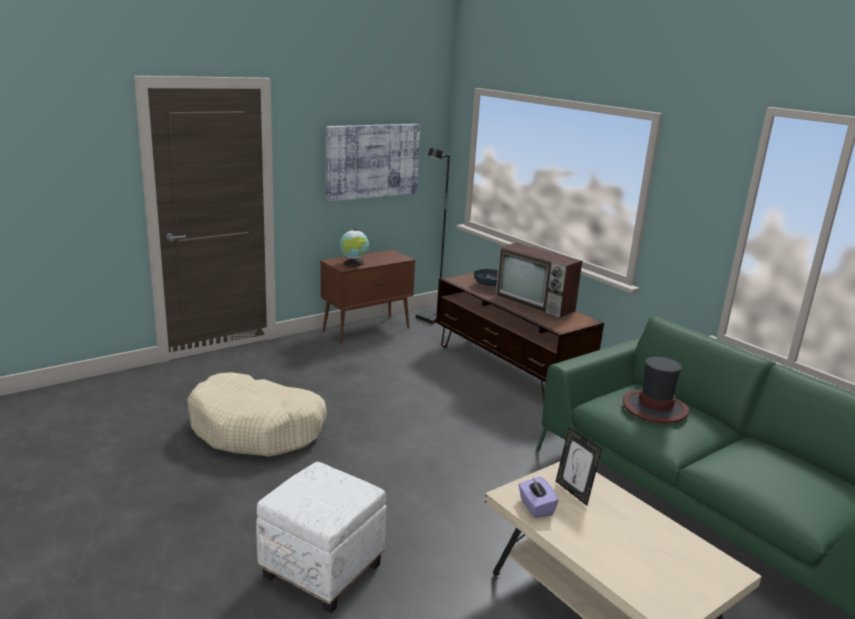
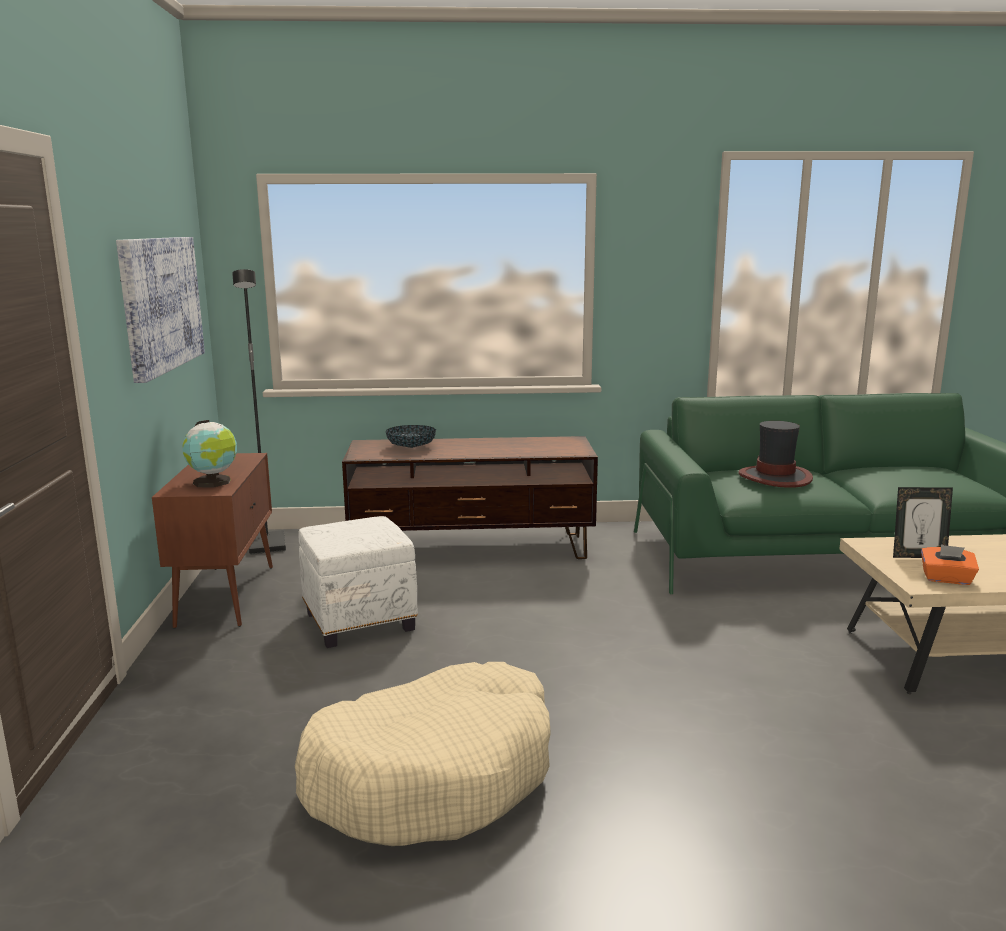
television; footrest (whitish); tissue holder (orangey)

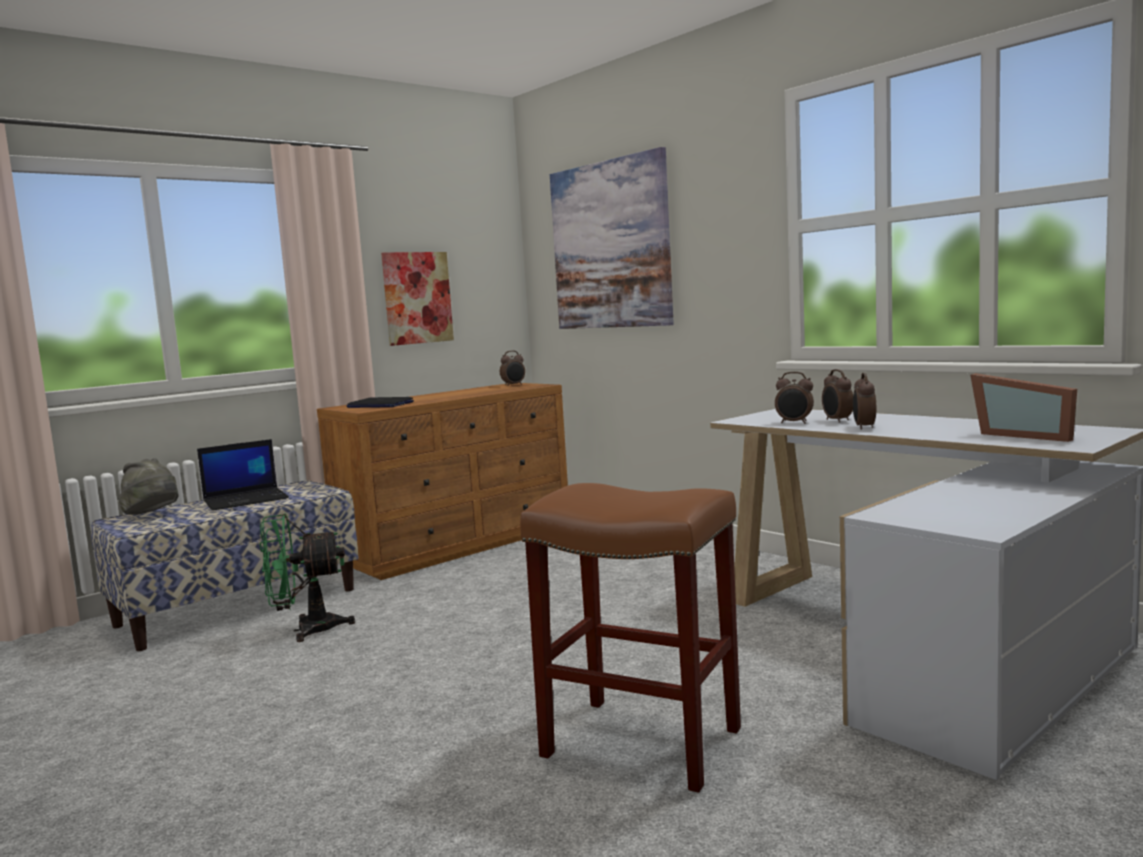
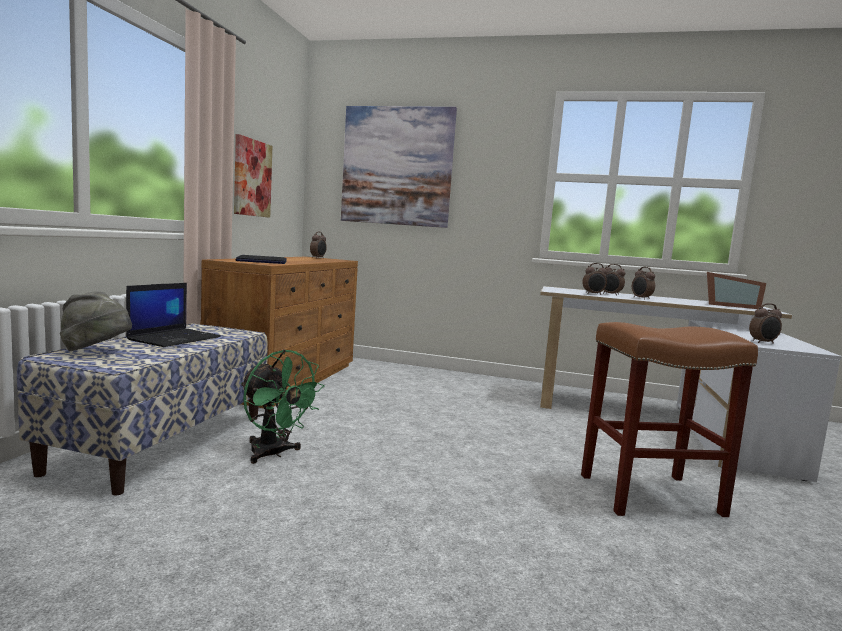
fan (green-coloured); table clock (no. 5 from left)

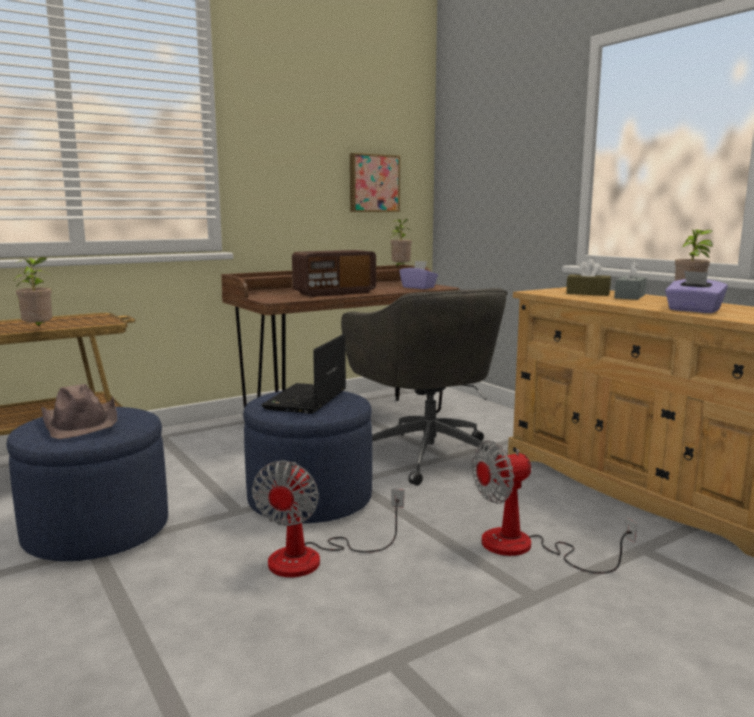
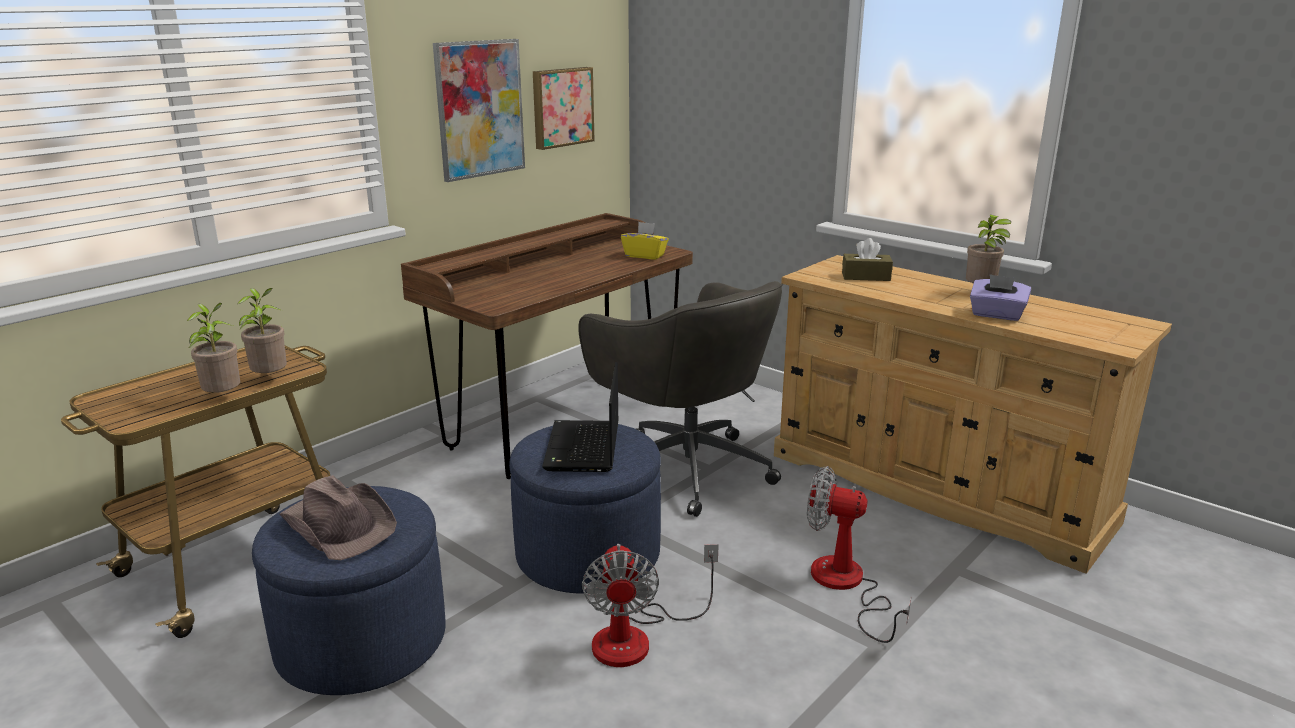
plant in a pot (no. 2 from left); radio receiver; tissue holder (yellowish); tissue holder (greyish); fan (no. 2 from left); wall picture (no. 1 from left)

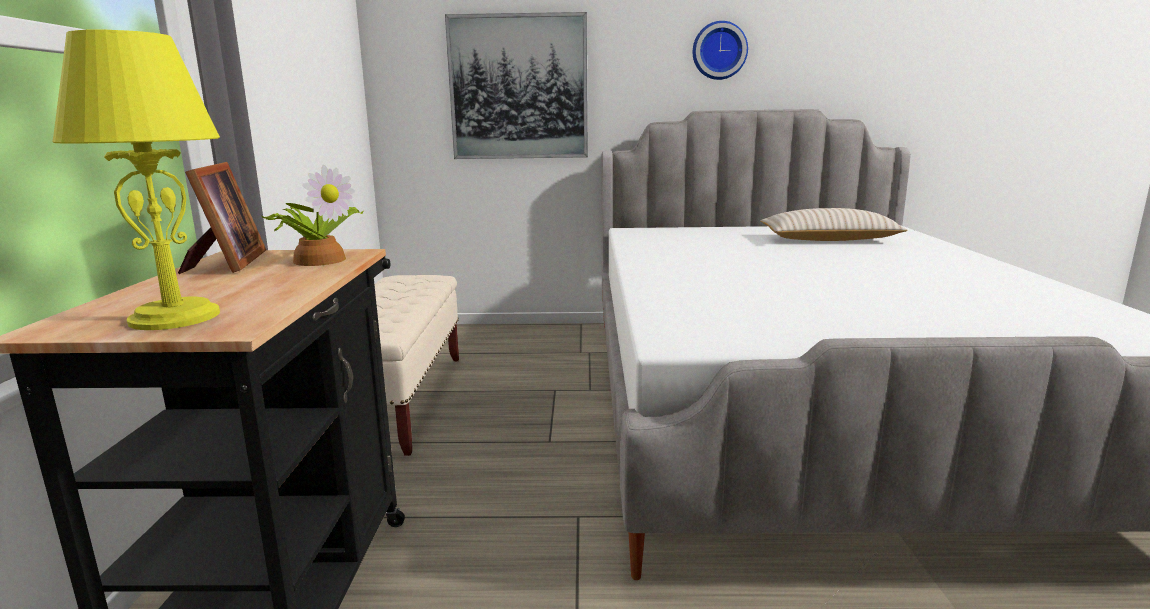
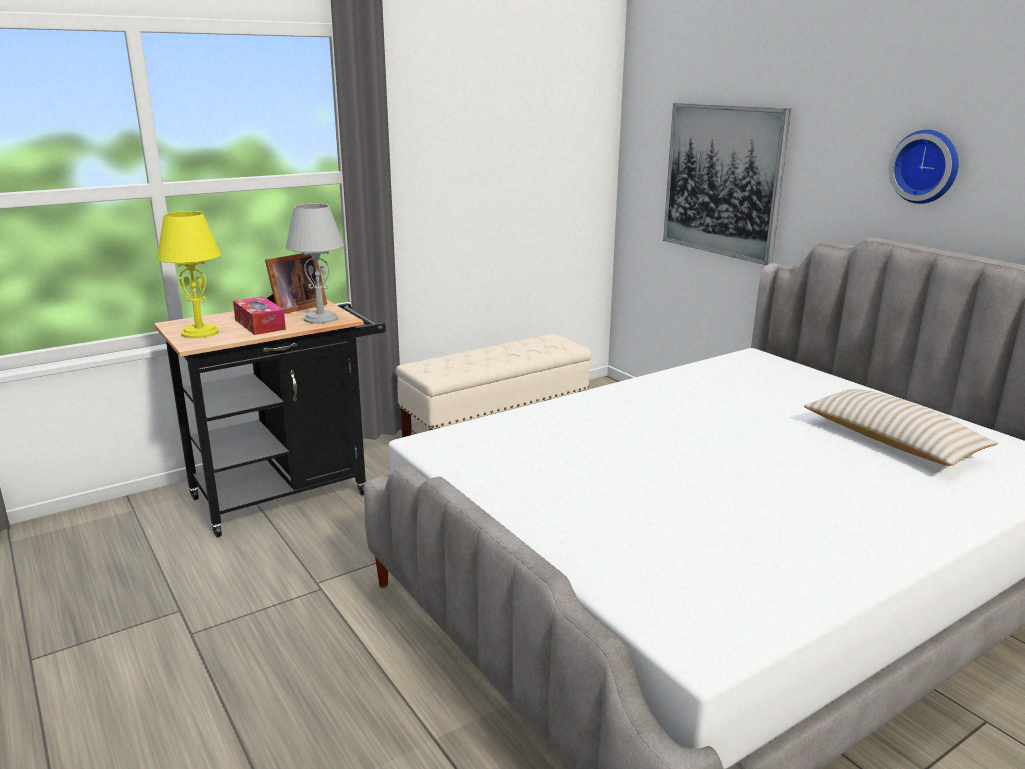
table lamp (greyish); tissue holder

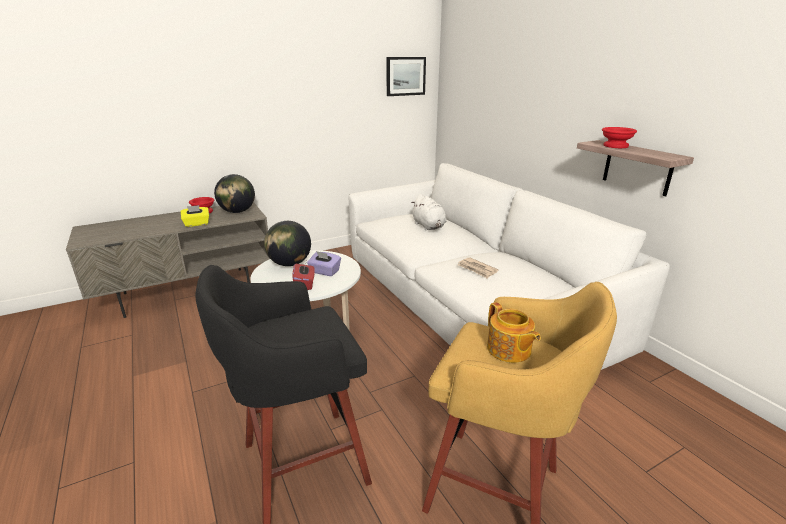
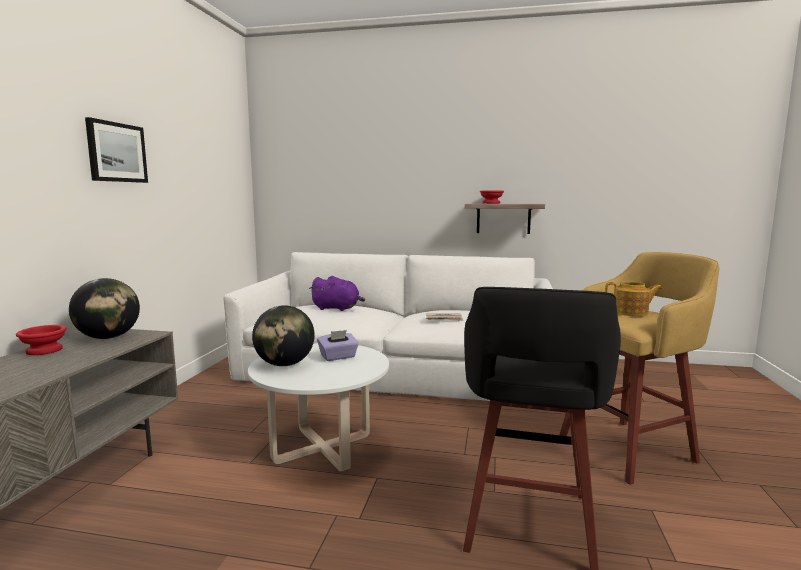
wall picture; cuddly toy (purplish); tissue holder (yellowish); tissue holder (reddish)

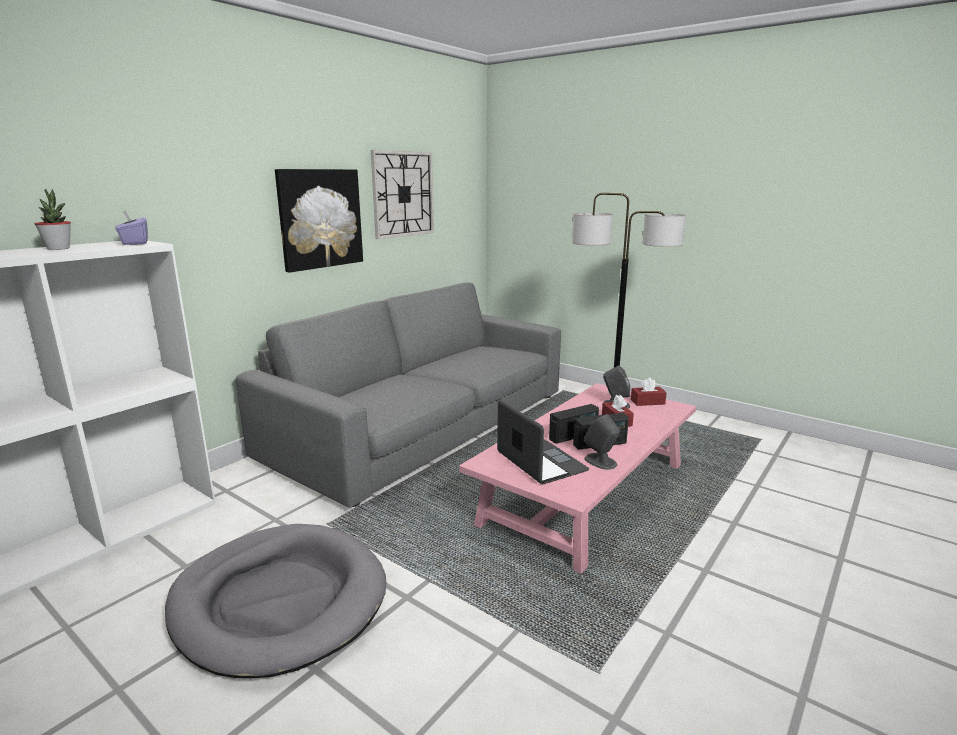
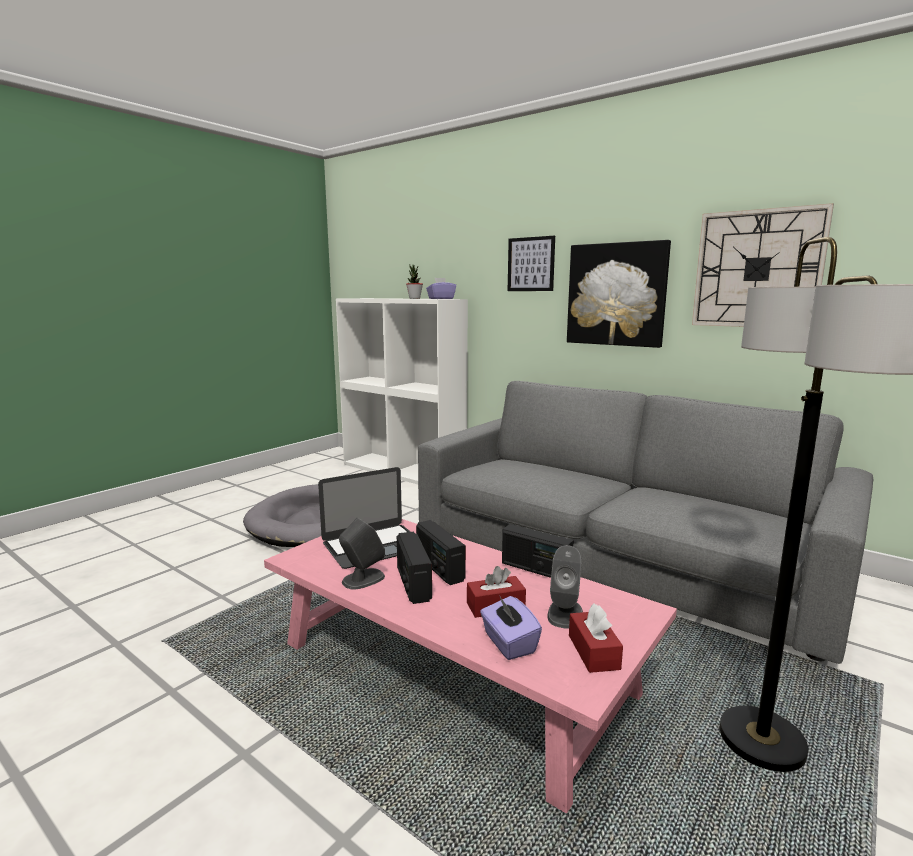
wall picture (no. 1 from left); radio receiver (no. 3 from left); tissue holder (purplish) (no. 2 from left)

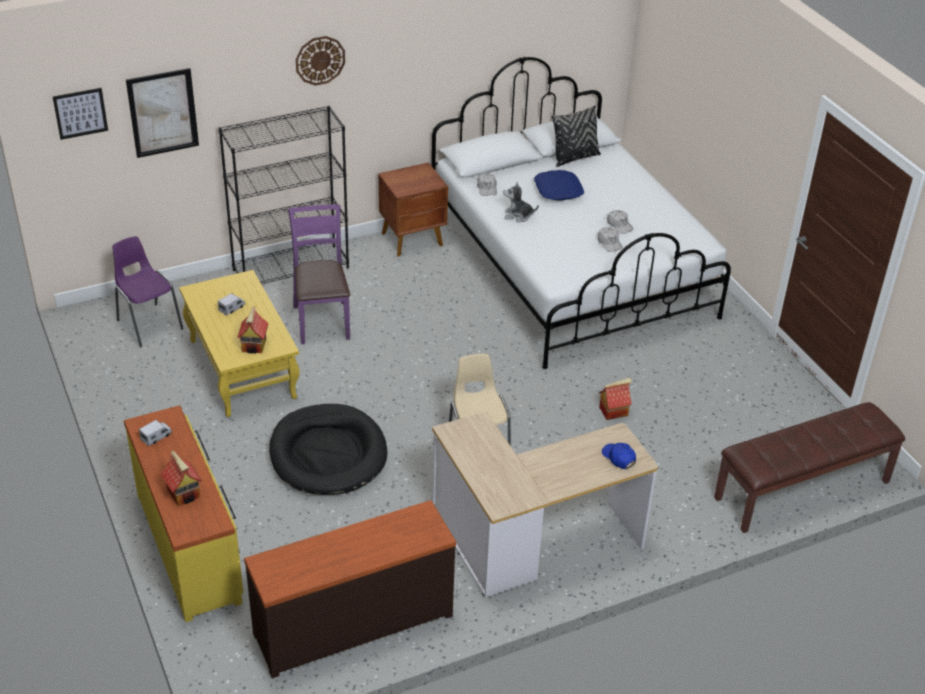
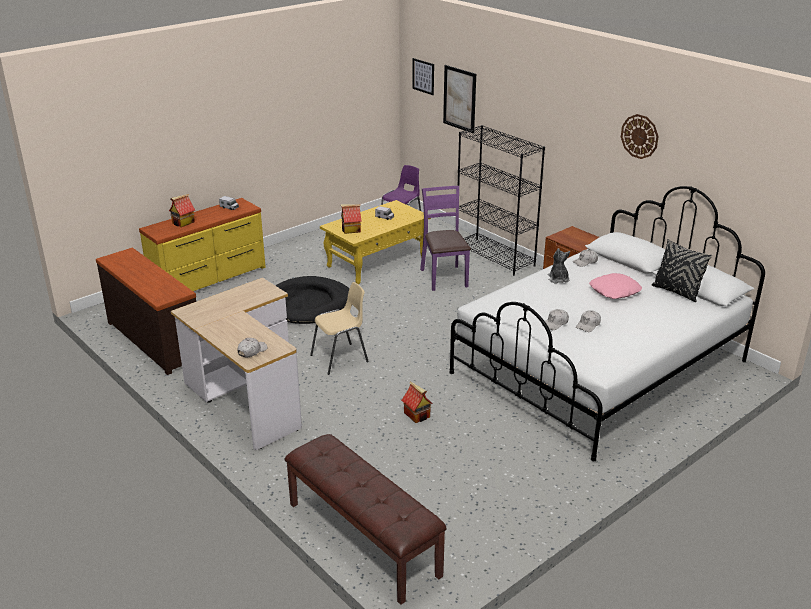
hanging clock; throw pillow (pink-coloured); plain chair (purplish) (no. 2 from left); baseball cap (whitish) (no. 1 from left)

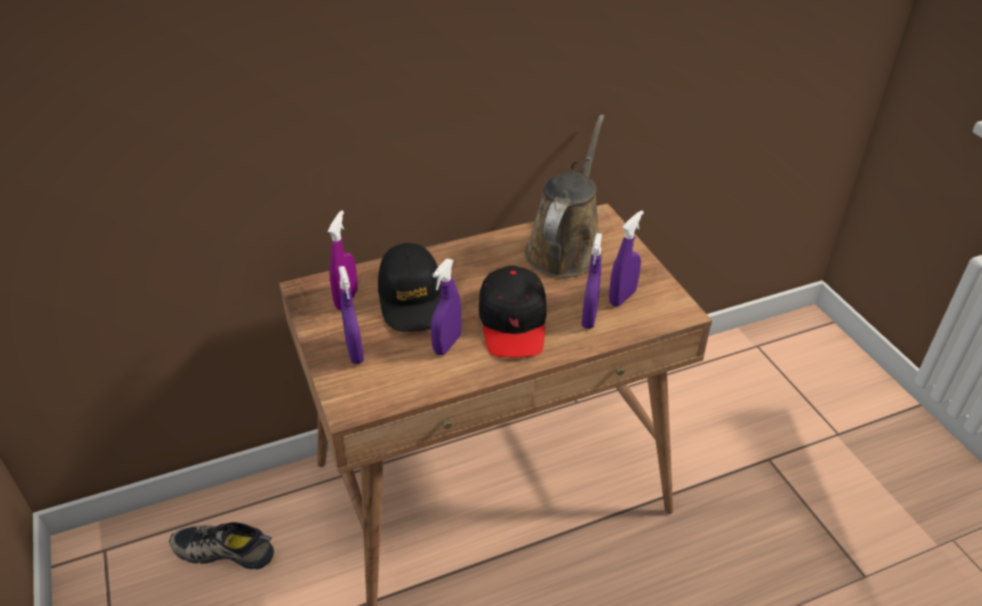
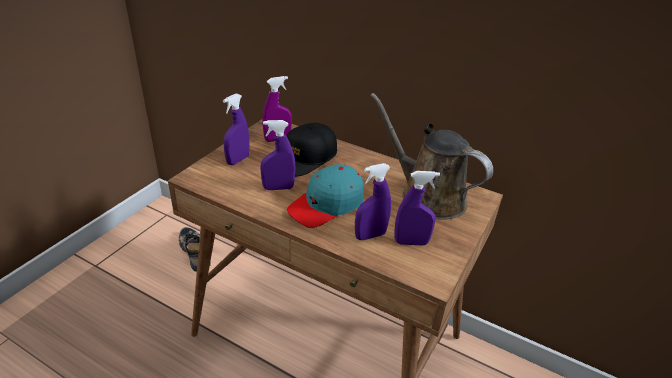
sprinkling can (brown-coloured); baseball cap (blue-green)

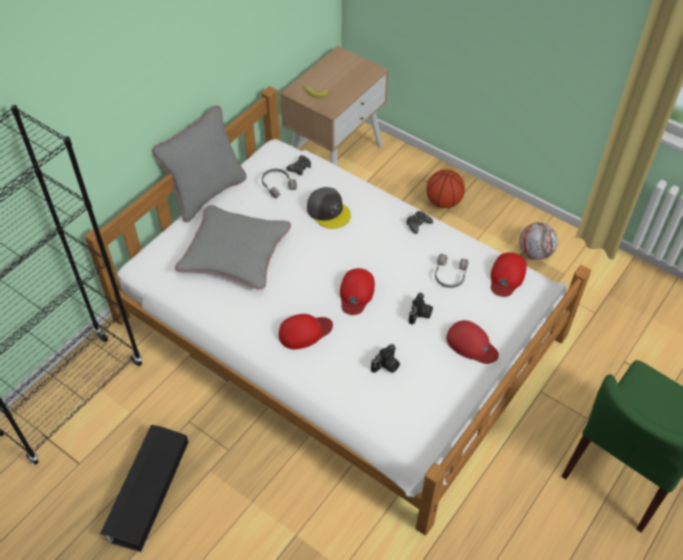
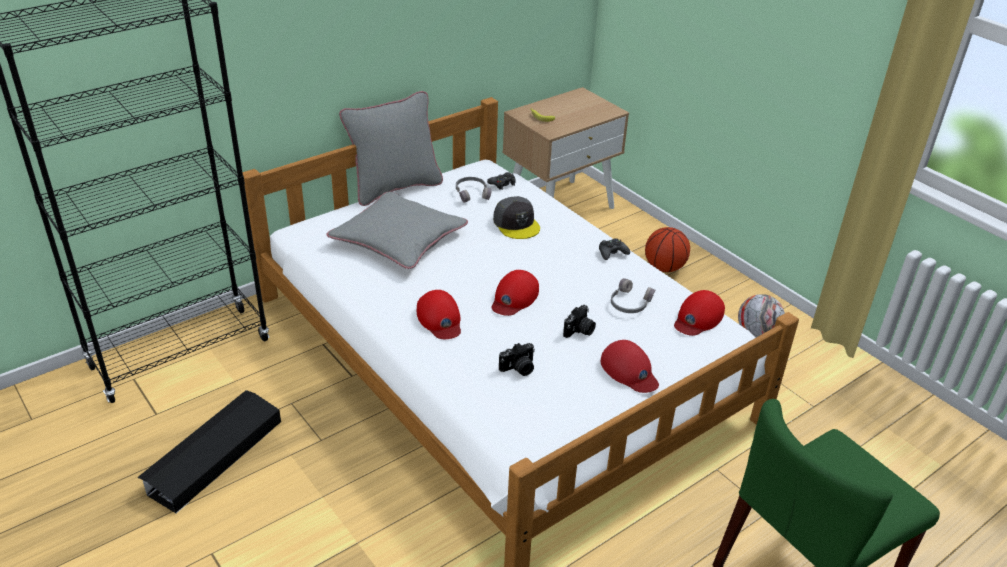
baseball cap (reddish) (no. 1 from left)

